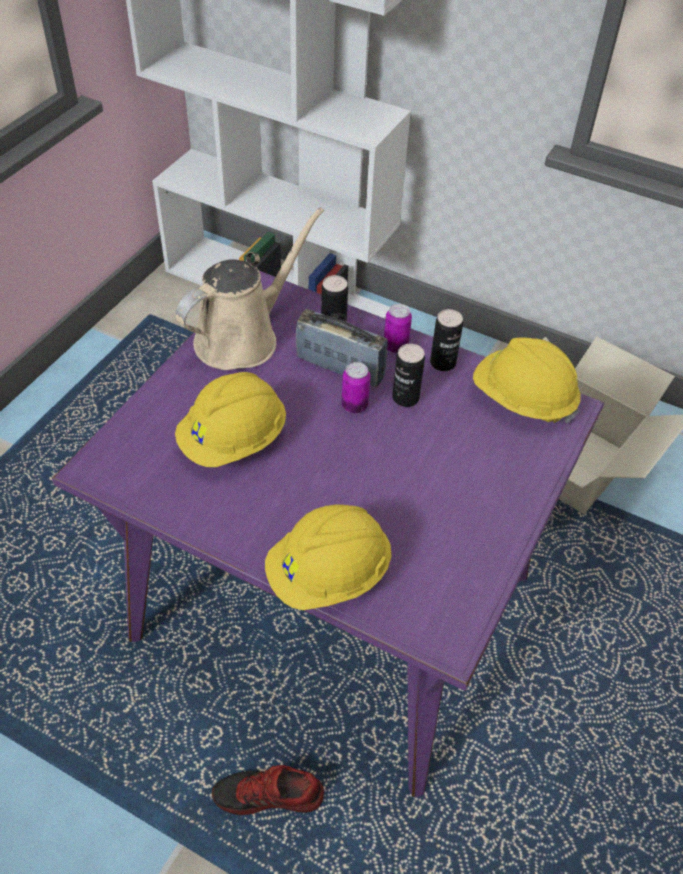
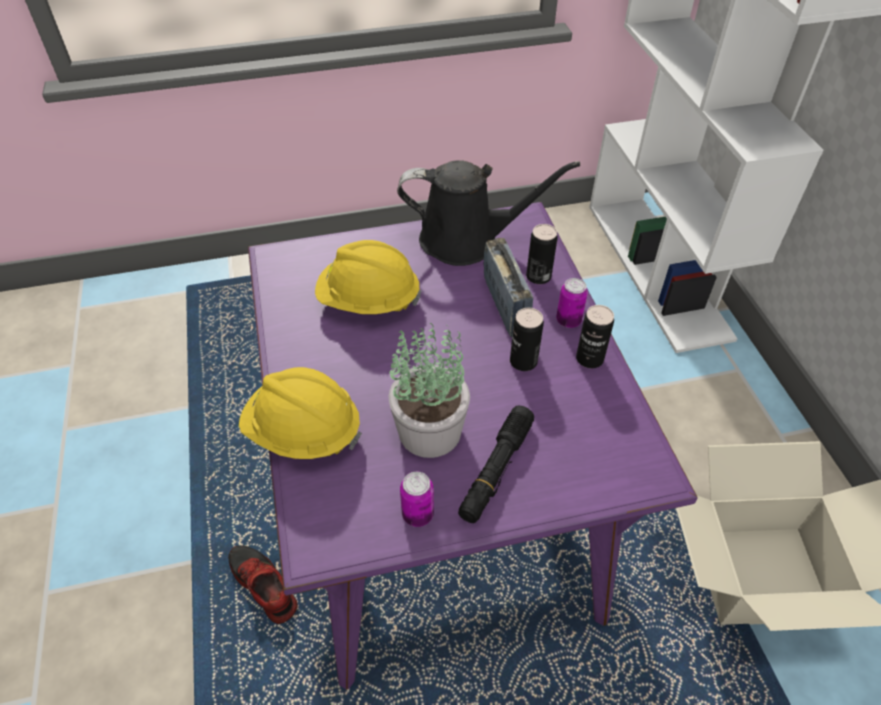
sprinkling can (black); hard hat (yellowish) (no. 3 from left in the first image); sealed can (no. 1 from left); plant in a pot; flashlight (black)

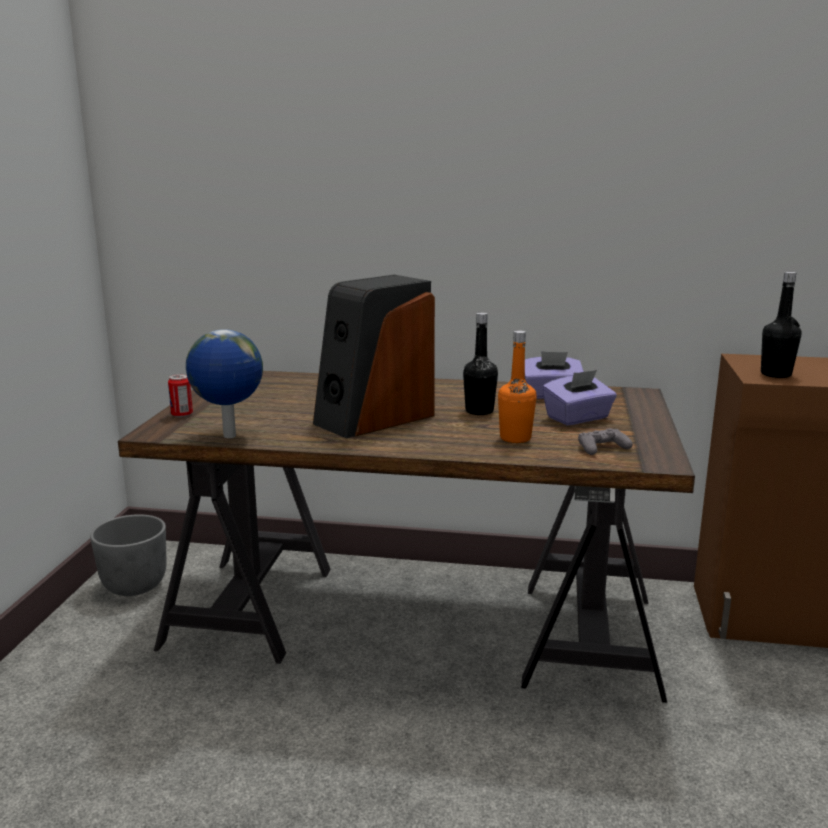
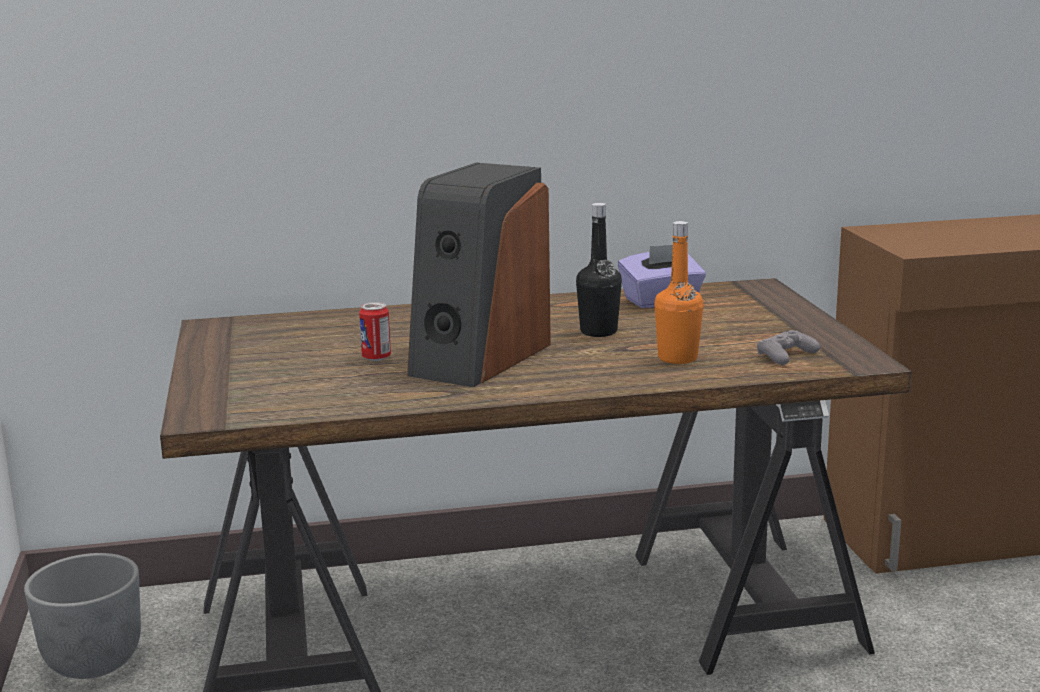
beverage bottle (black) (no. 2 from left in the first image); desk globe; tissue holder (purplish) (no. 2 from left in the first image); sealed can

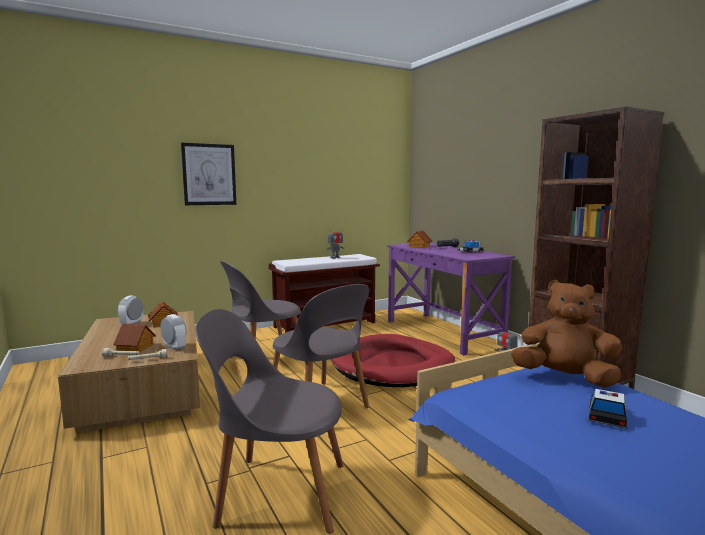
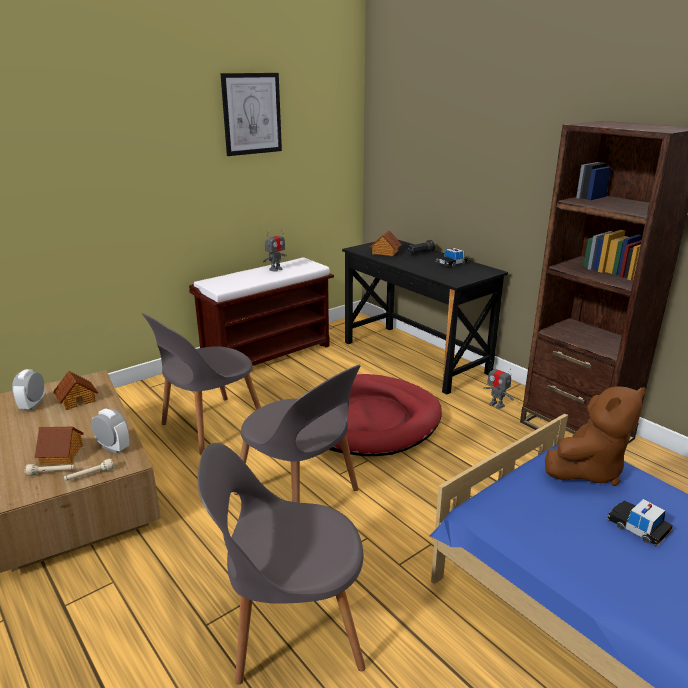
wall picture; desk (black); cuddly toy (brown-coloured); toy car (no. 2 from left)

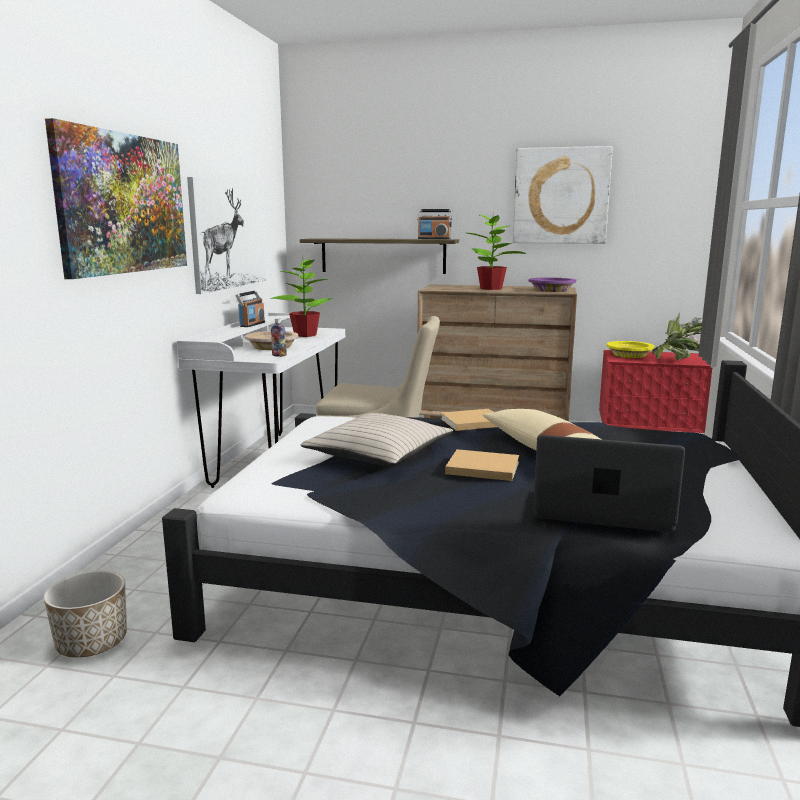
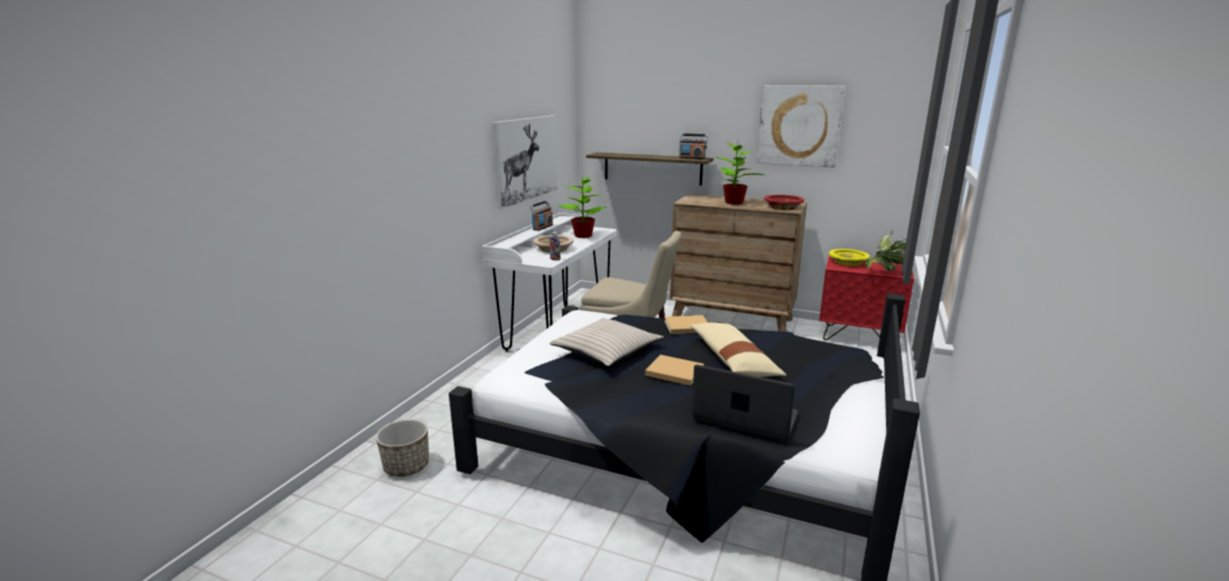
wall picture (no. 1 from left in the first image); deep dish (reddish)

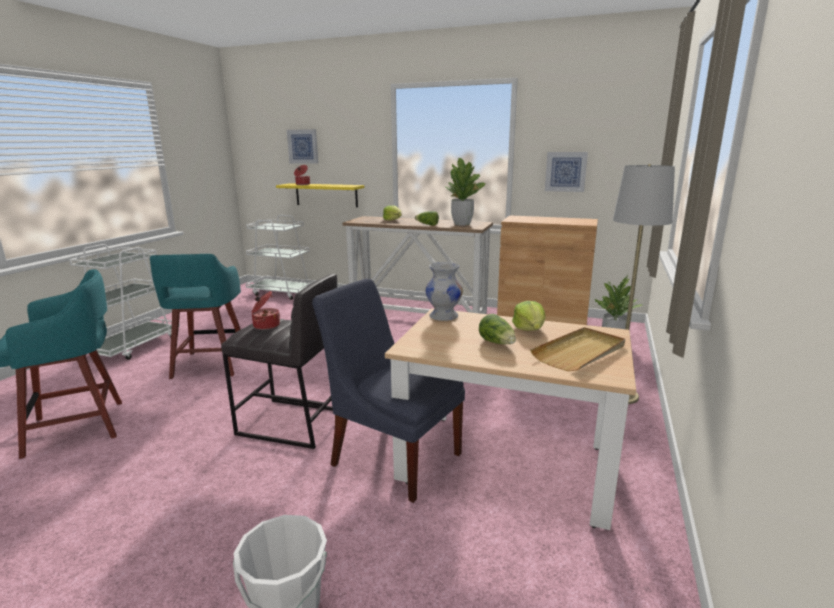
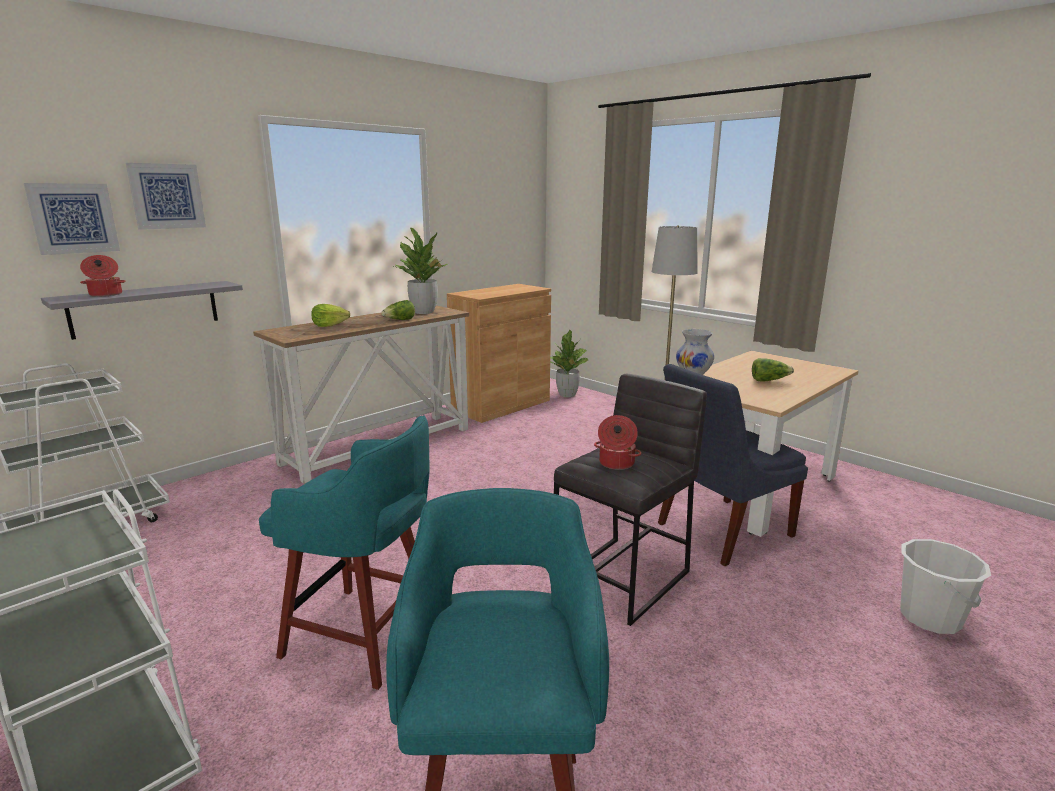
wall picture (no. 2 from left); wall shelf (greyish); lettuce (no. 4 from left in the first image); tray (beige)

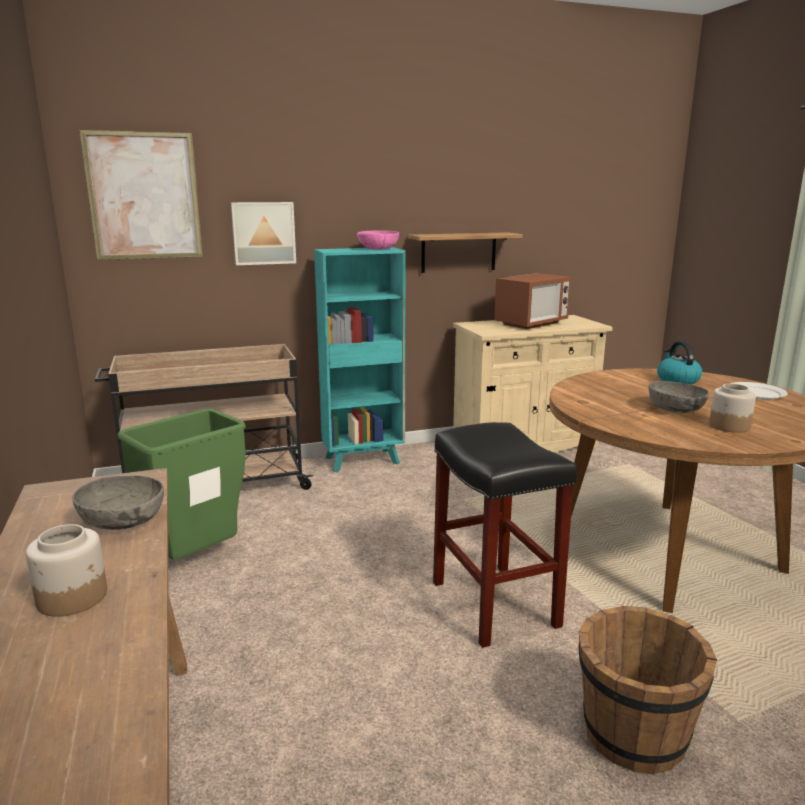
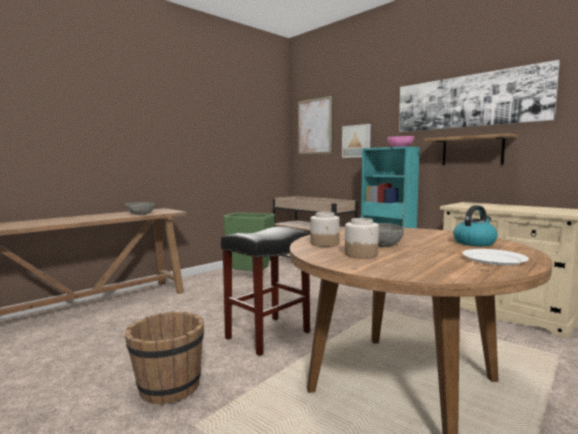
microwave; jar (no. 1 from left); wall picture (no. 3 from left)

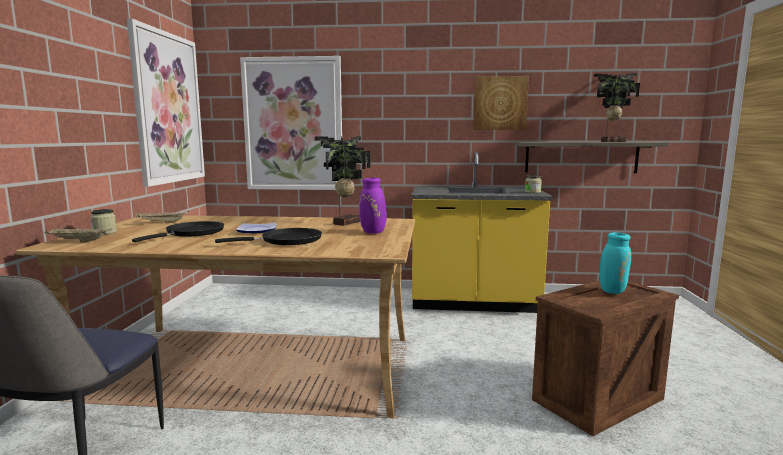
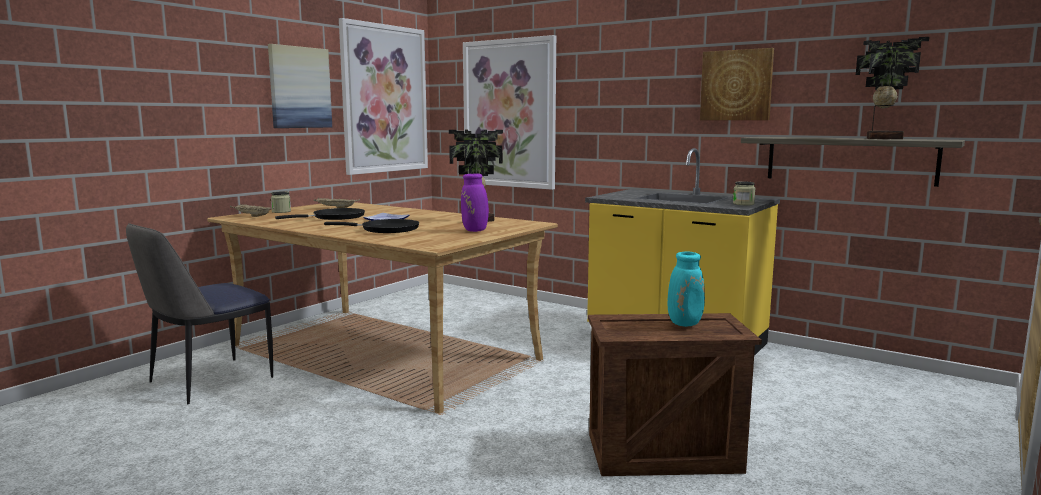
wall picture (no. 1 from left)

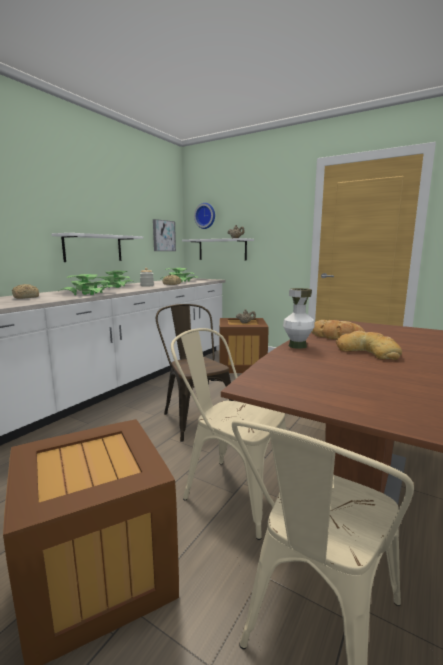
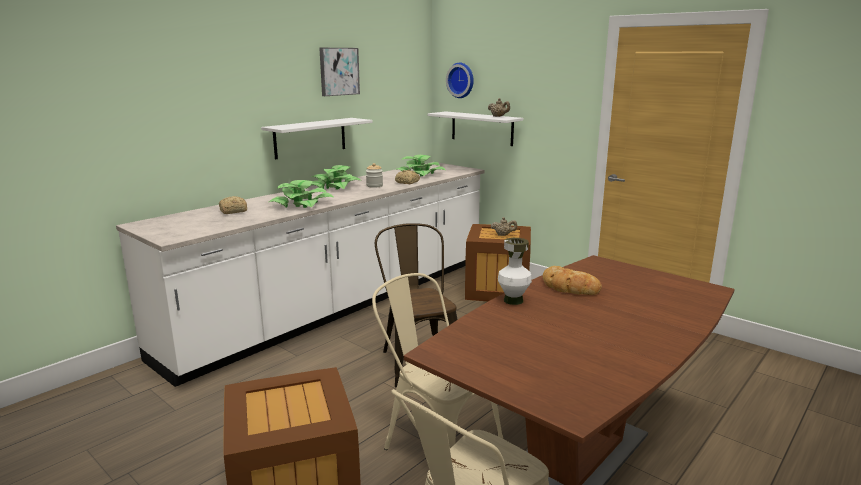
wall picture; bakery bread (no. 4 from left in the first image)

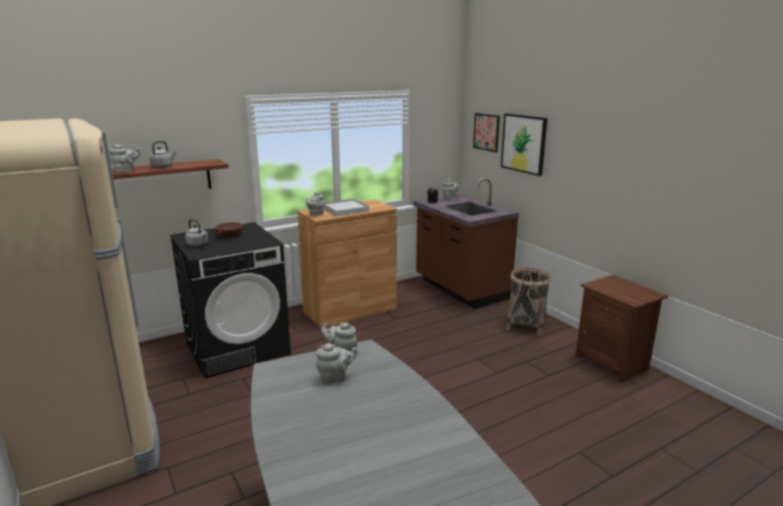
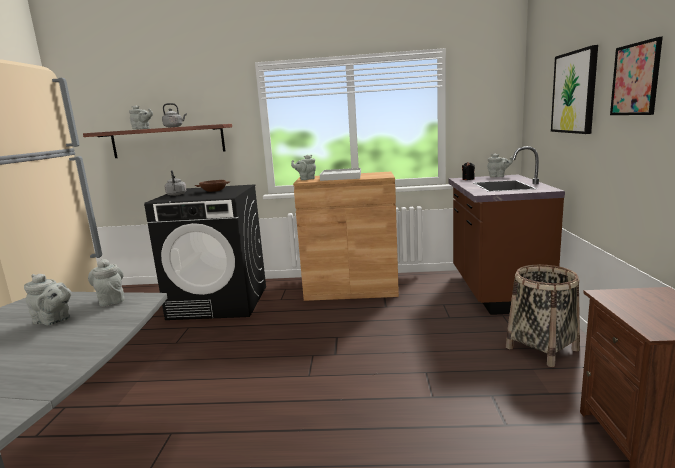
wall picture (no. 2 from left)

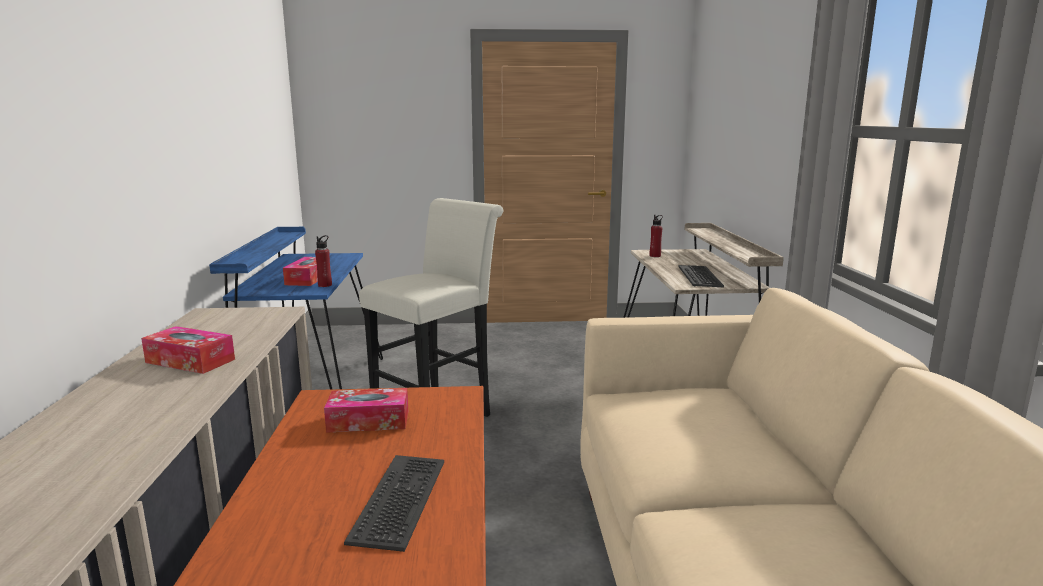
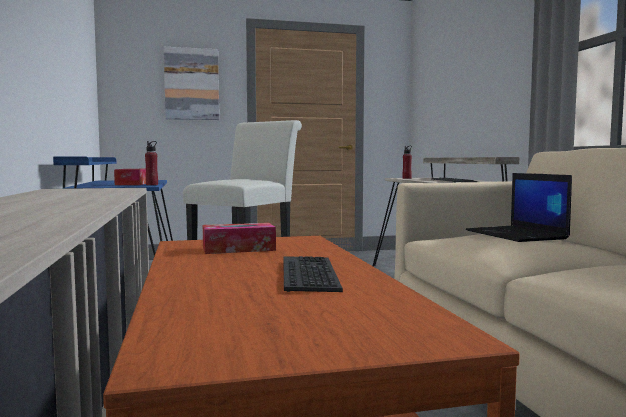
tissue holder (no. 1 from left in the first image); wall picture; notebook computer

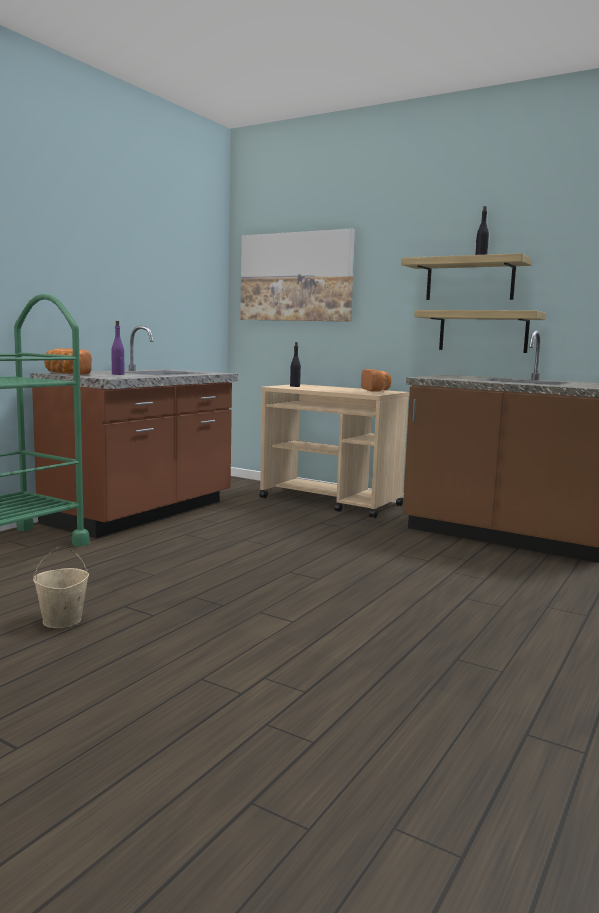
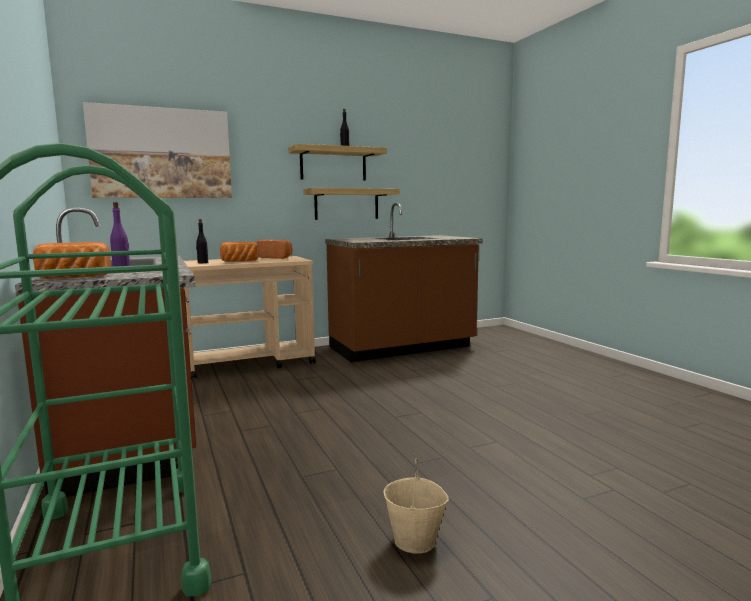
bakery bread (no. 2 from left)

